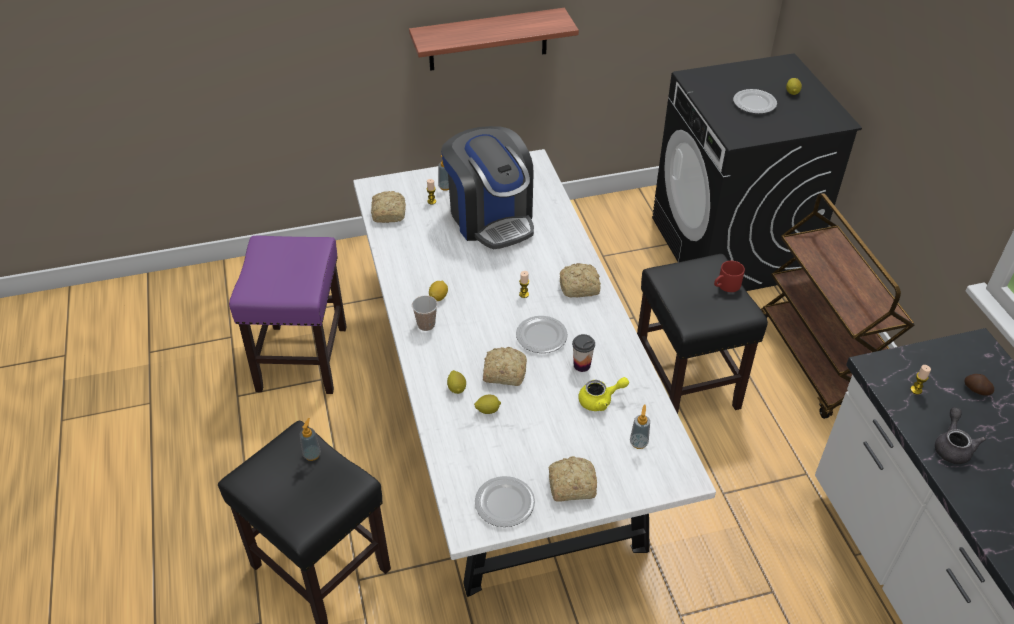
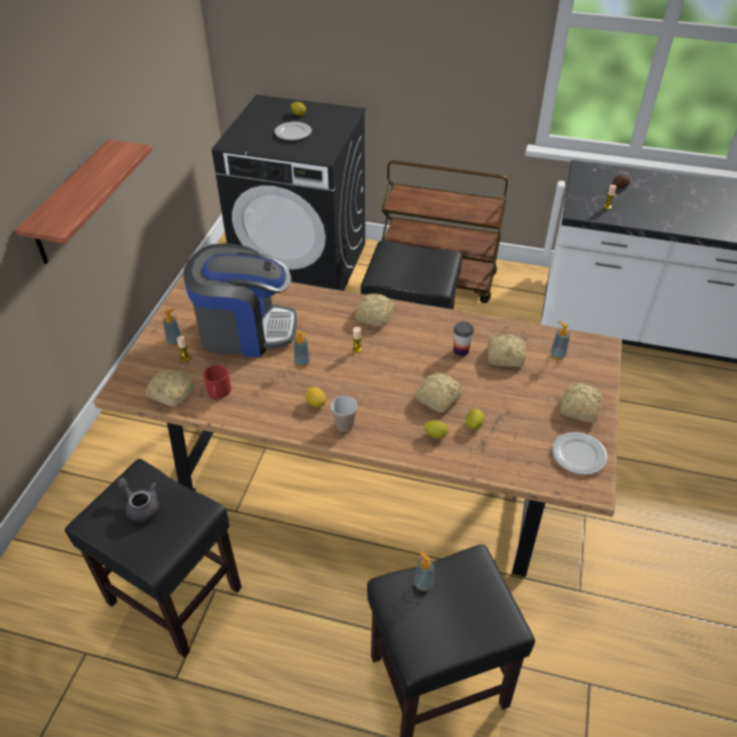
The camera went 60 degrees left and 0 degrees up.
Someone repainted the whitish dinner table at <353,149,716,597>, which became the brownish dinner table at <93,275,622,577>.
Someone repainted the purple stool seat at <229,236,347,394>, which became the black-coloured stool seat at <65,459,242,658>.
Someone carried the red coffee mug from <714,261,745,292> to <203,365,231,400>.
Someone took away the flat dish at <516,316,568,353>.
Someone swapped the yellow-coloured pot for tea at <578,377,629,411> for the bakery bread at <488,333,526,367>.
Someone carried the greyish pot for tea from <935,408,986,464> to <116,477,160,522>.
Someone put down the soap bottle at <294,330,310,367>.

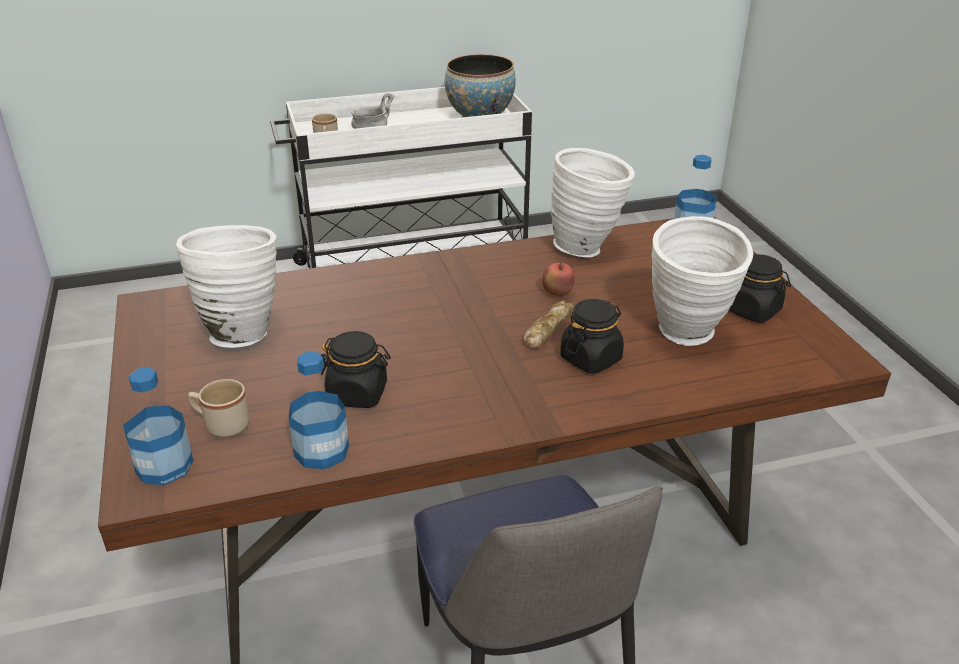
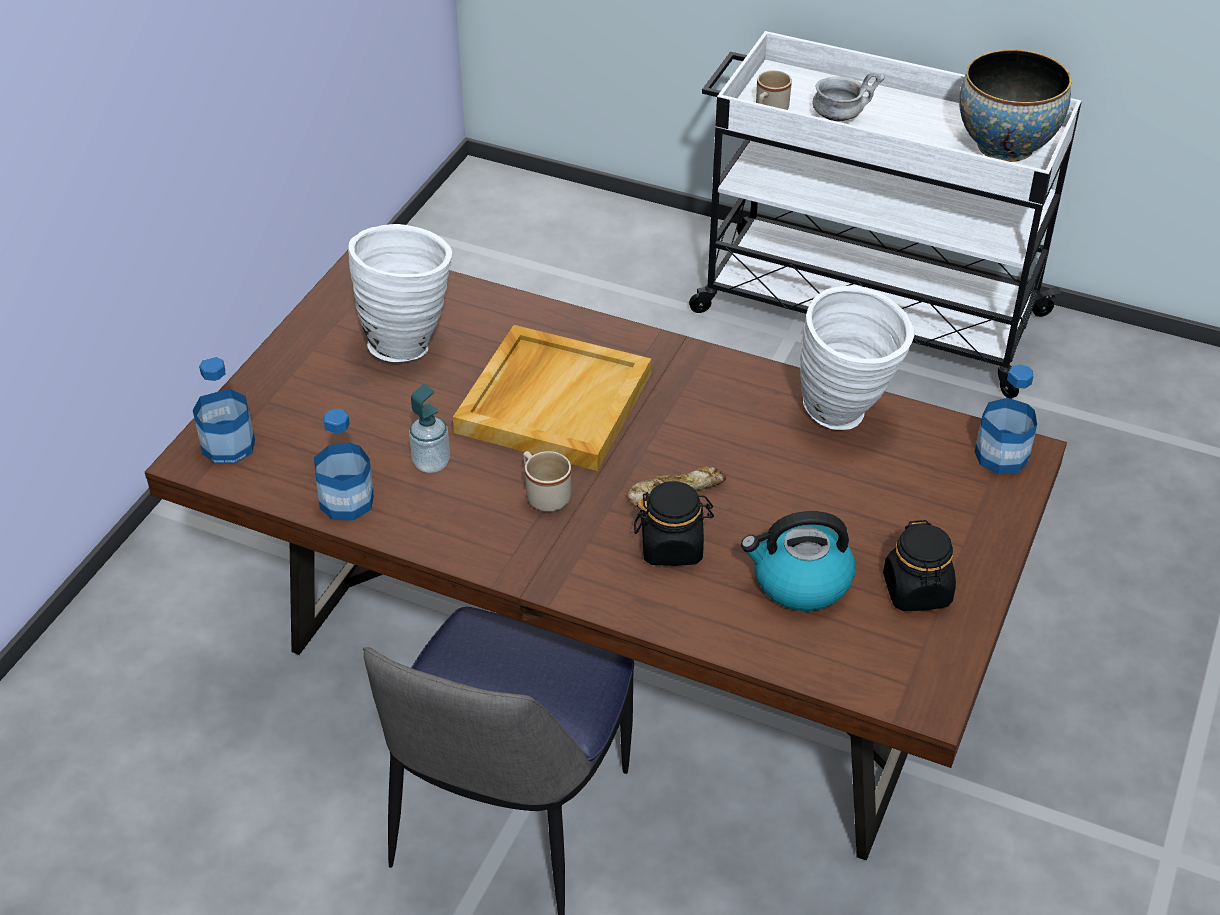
The camera went 40 degrees right and 10 degrees up.
Someone swapped the whitish vase at <652,216,753,346> for the water kettle at <741,511,855,611>.
Someone took away the whole apple at <542,262,575,296>.
Someone swapped the black-coloured storage jar at <321,331,391,408> for the soap bottle at <409,384,450,473>.
Someone carried the sand-coloured coffee mug from <188,379,249,437> to <523,451,571,512>.
Someone put down the sand-coloured serving tray at <453,325,651,471>.

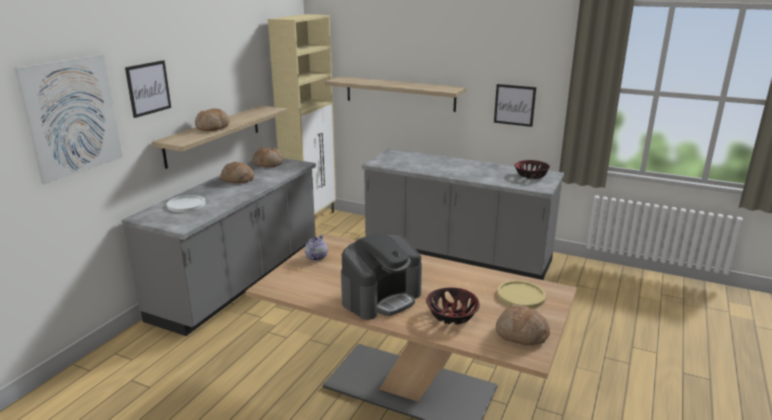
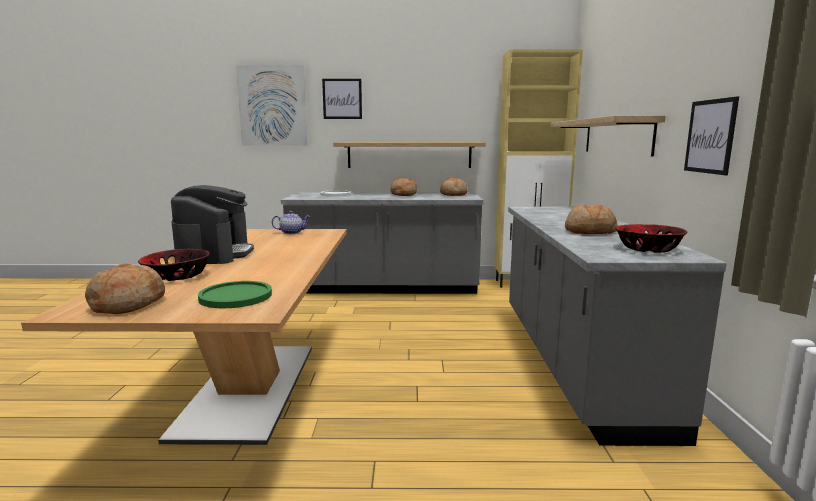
The camera went 65 degrees right and 10 degrees down.
Someone carried the bakery bread from <195,108,230,131> to <565,205,618,234>.
Someone rotated the coffee maker at <341,233,422,320> by 120 degrees counterclockwise.
Someone repainted the yellow-coloured flat dish at <497,280,546,308>, which became the green-coloured flat dish at <198,281,272,308>.

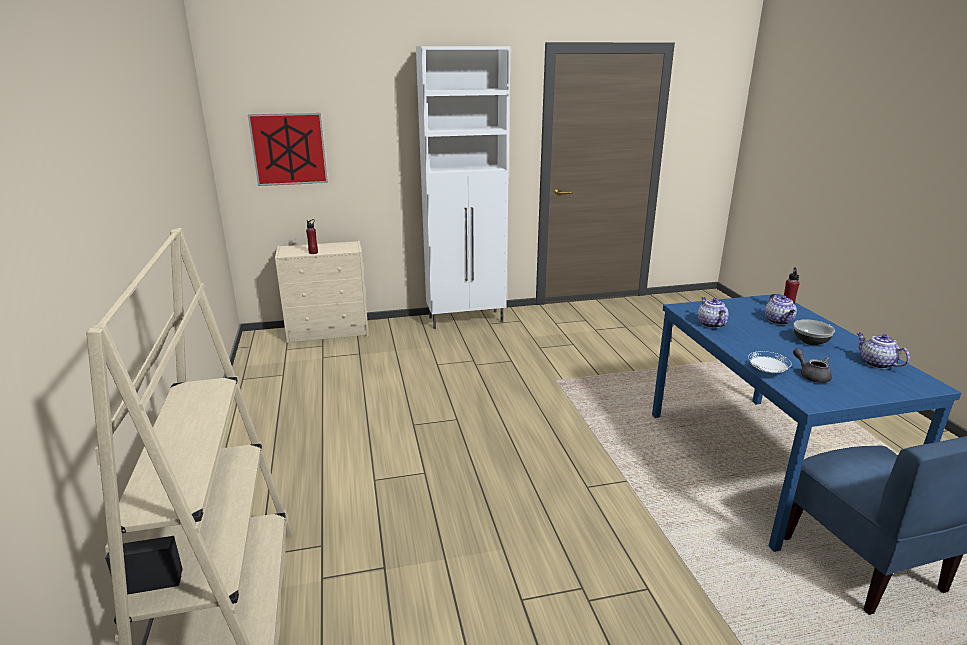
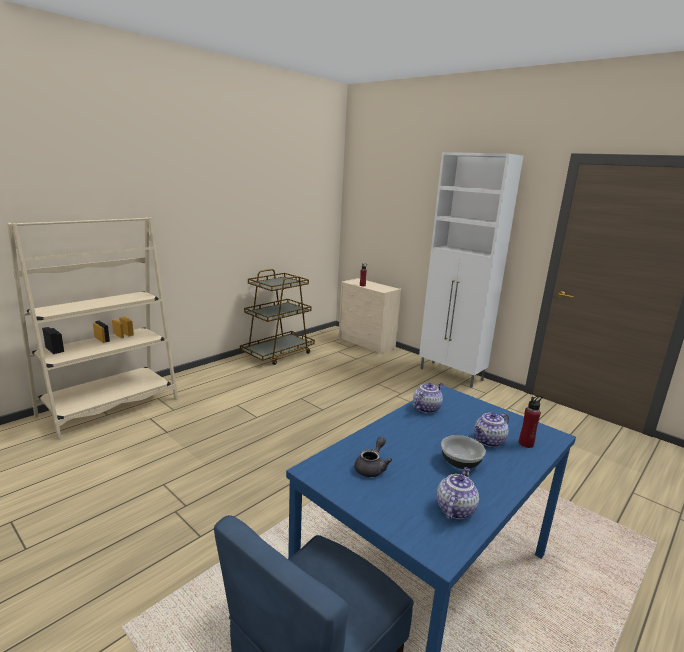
The camera went 55 degrees right and 5 degrees down.
Someone took away the wall art at <248,113,328,186>.
Someone took away the whitish flat dish at <748,351,791,373>.
Someone put down the brownish trolley at <240,269,315,365>.

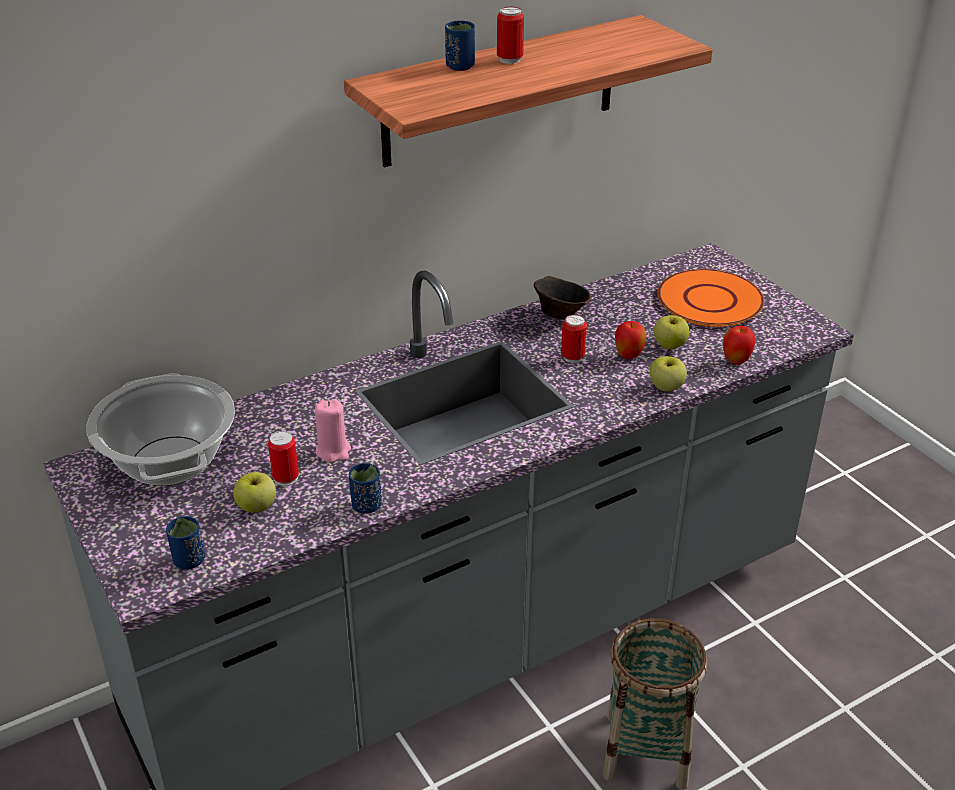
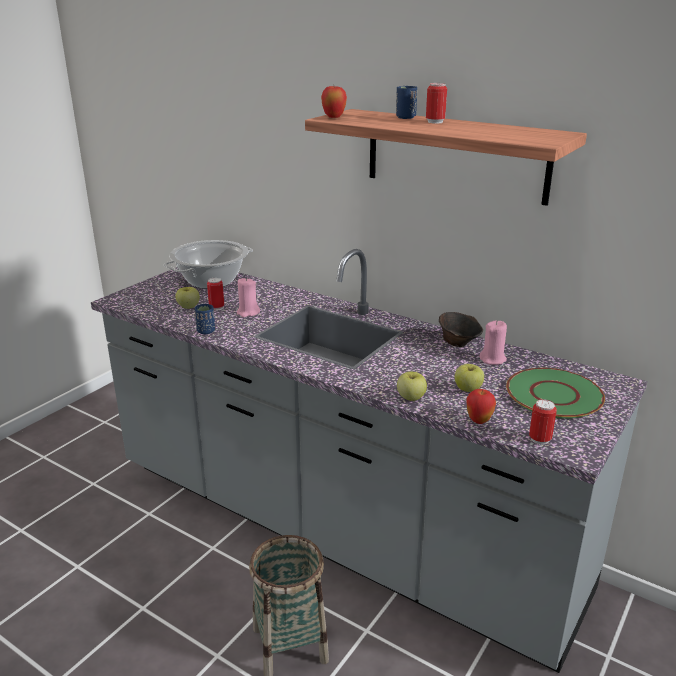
The camera went 65 degrees right and 10 degrees down.
Someone repainted the orange flat dish at <657,269,764,327>, which became the green-coloured flat dish at <506,368,605,419>.
Someone carried the metal can from <561,315,587,363> to <529,399,557,445>.
Someone carried the whole apple from <615,321,647,359> to <321,86,347,118>.
Someone took away the blue cup at <166,516,205,569>.
Someone put down the pinkish wax candle at <479,321,507,365>.

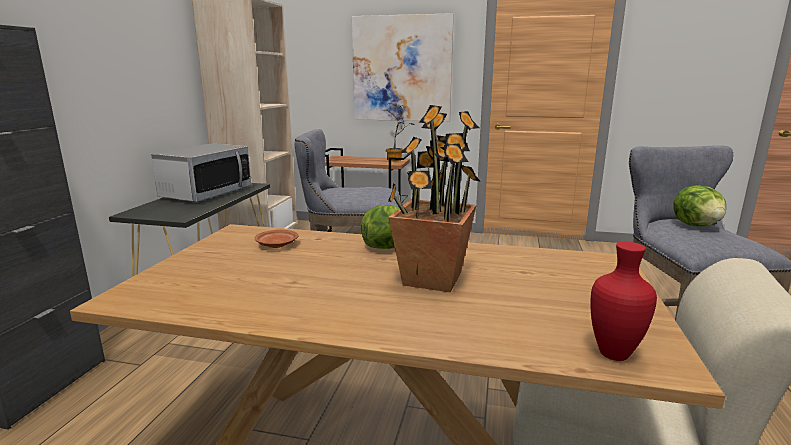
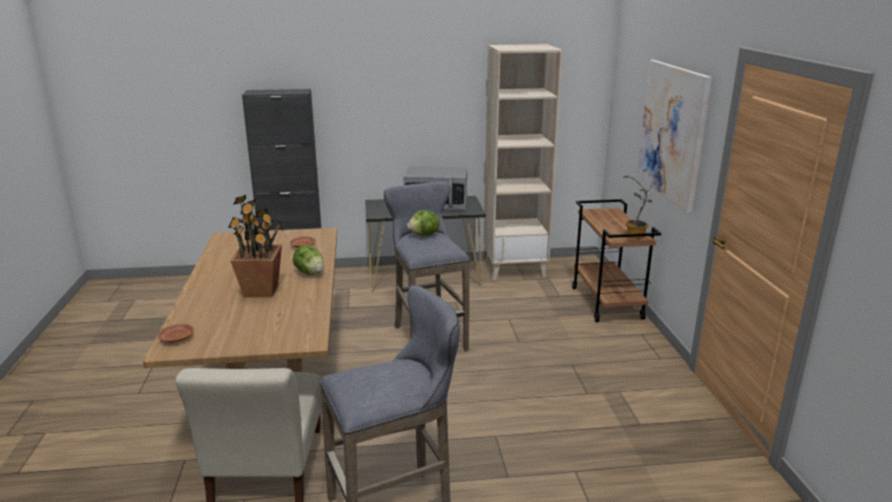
The camera went 70 degrees right and 5 degrees up.
Someone carried the head of lettuce from <673,185,726,227> to <407,210,439,236>.
Someone swapped the red vase at <591,242,657,361> for the brownish flat dish at <158,324,194,343>.

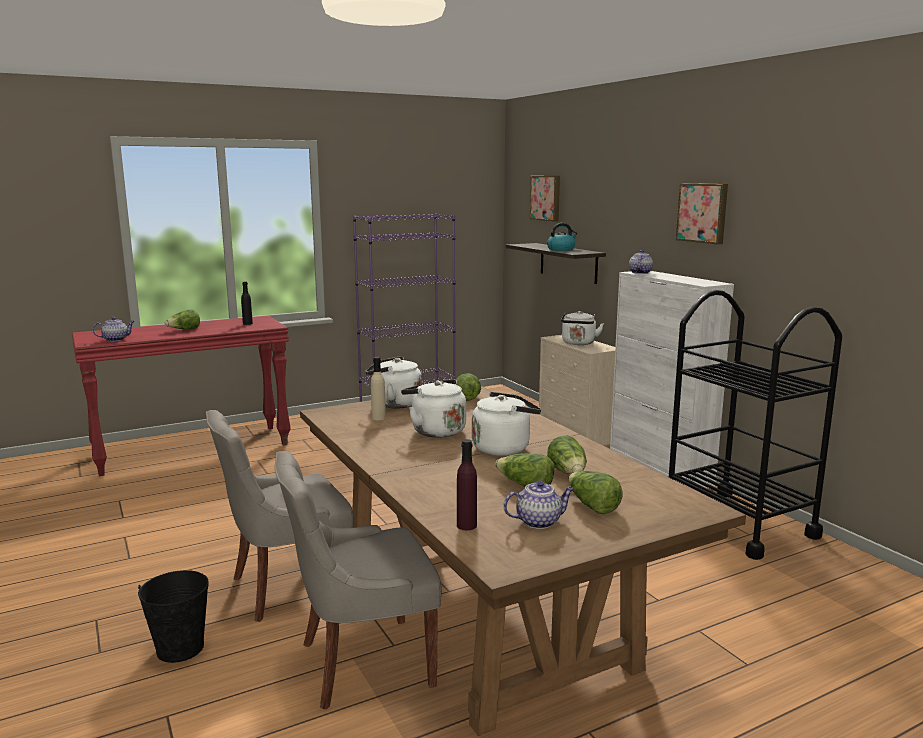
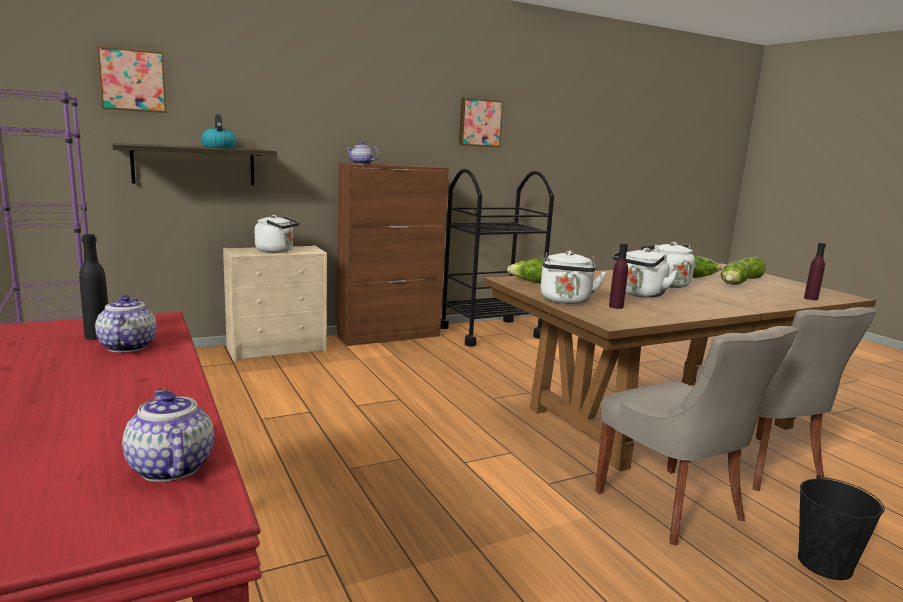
The camera went 90 degrees left and 0 degrees up.
Someone carried the wall art from <676,183,728,245> to <459,97,504,147>.
Someone repainted the whitish cabinet at <610,271,734,489>, which became the brownish cabinet at <337,163,449,346>.
Someone took away the head of lettuce at <165,309,200,329>.
Someone repainted the sand-coloured bottle at <371,357,386,420>, which became the purple bottle at <609,243,628,309>.
Someone carried the pot for tea from <503,480,574,529> to <95,295,157,352>.

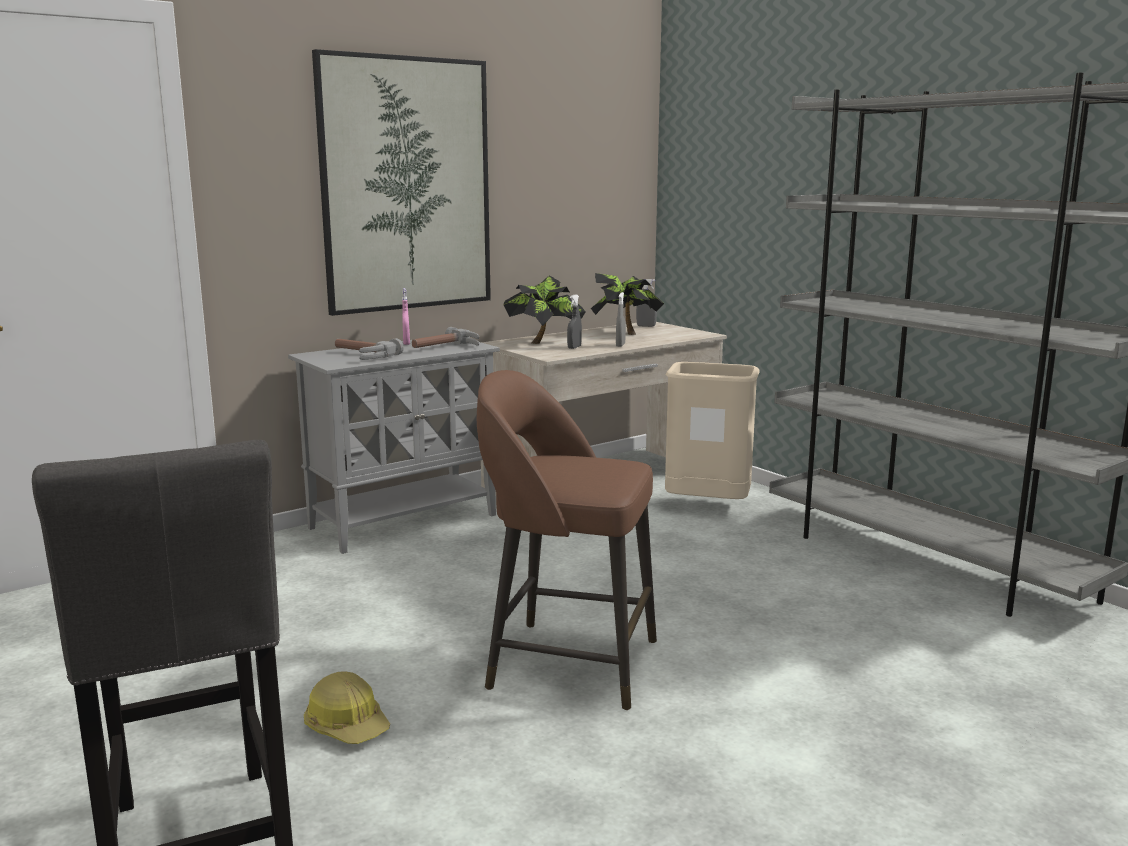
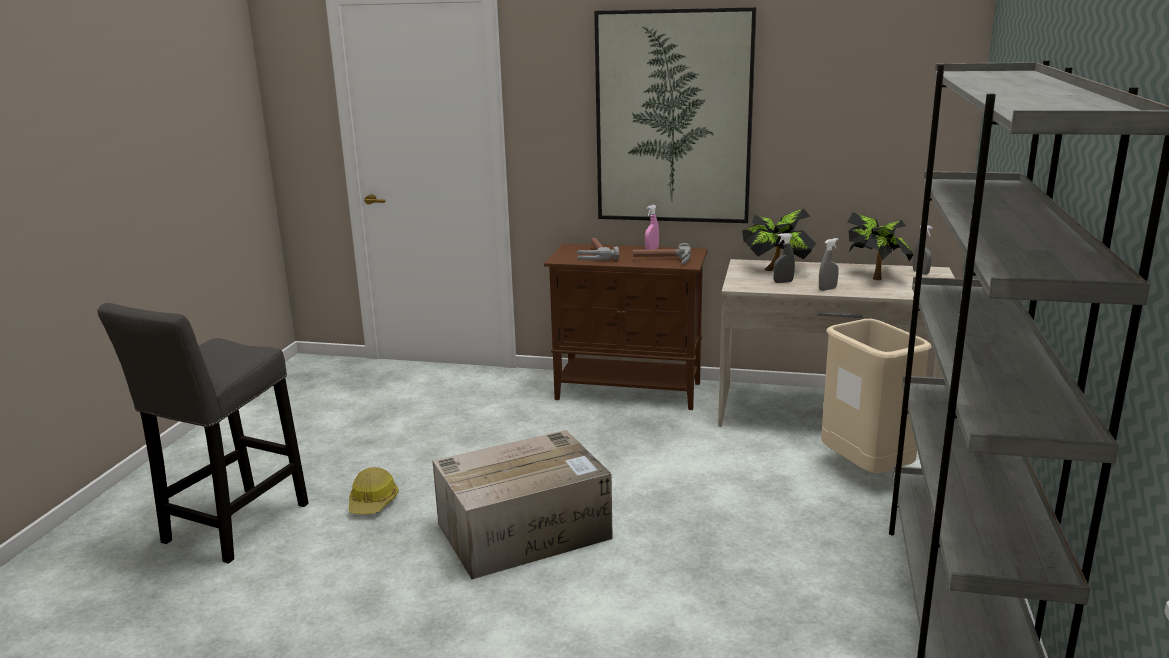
The camera went 50 degrees right and 5 degrees up.
Someone repainted the greyish cabinet at <288,340,500,554>, which became the brownish cabinet at <544,244,708,410>.
Someone swapped the brownish stool seat at <477,370,657,710> for the carton at <433,430,613,580>.

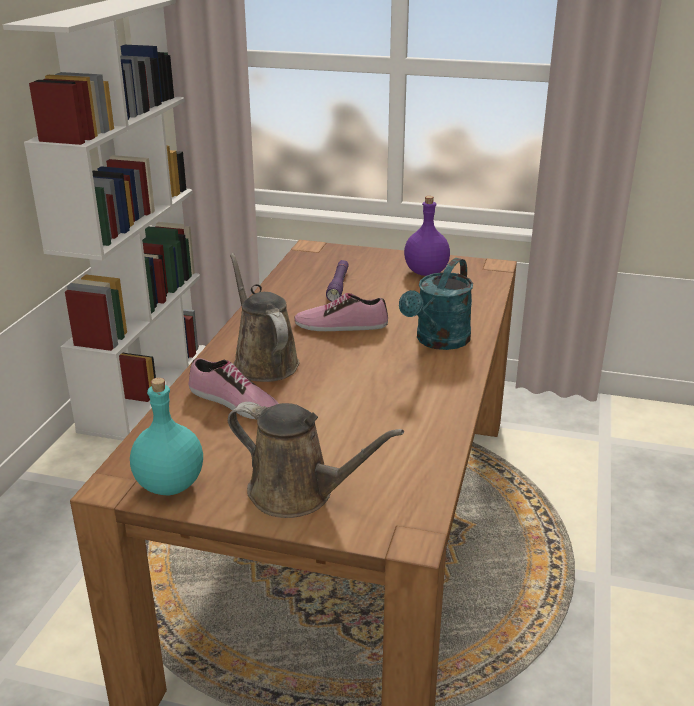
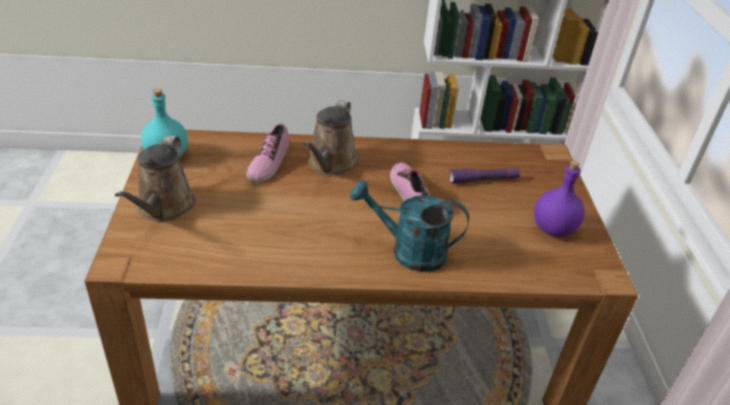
The camera went 70 degrees right and 10 degrees up.
Someone rotated the brownish watering pot at <230,253,299,382> by 150 degrees clockwise.

